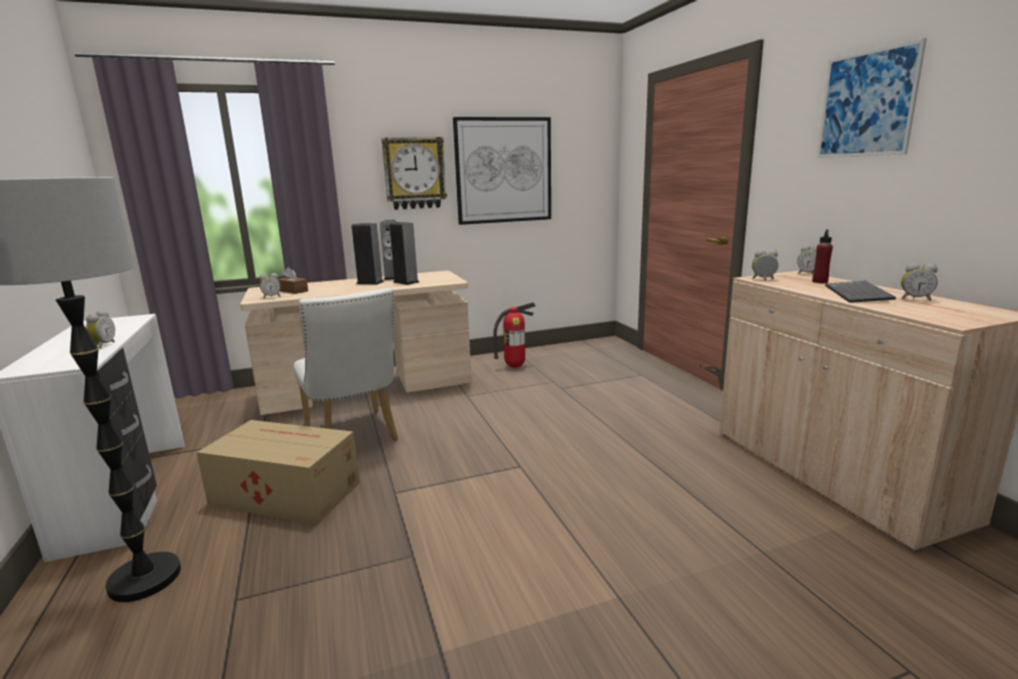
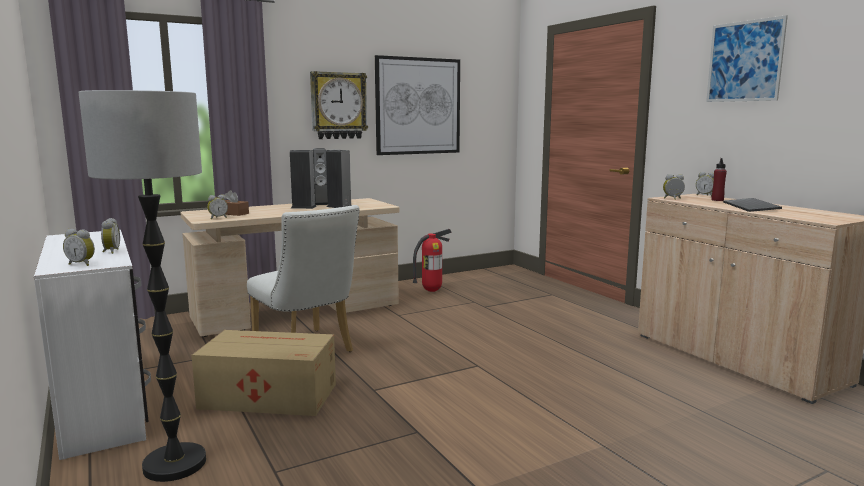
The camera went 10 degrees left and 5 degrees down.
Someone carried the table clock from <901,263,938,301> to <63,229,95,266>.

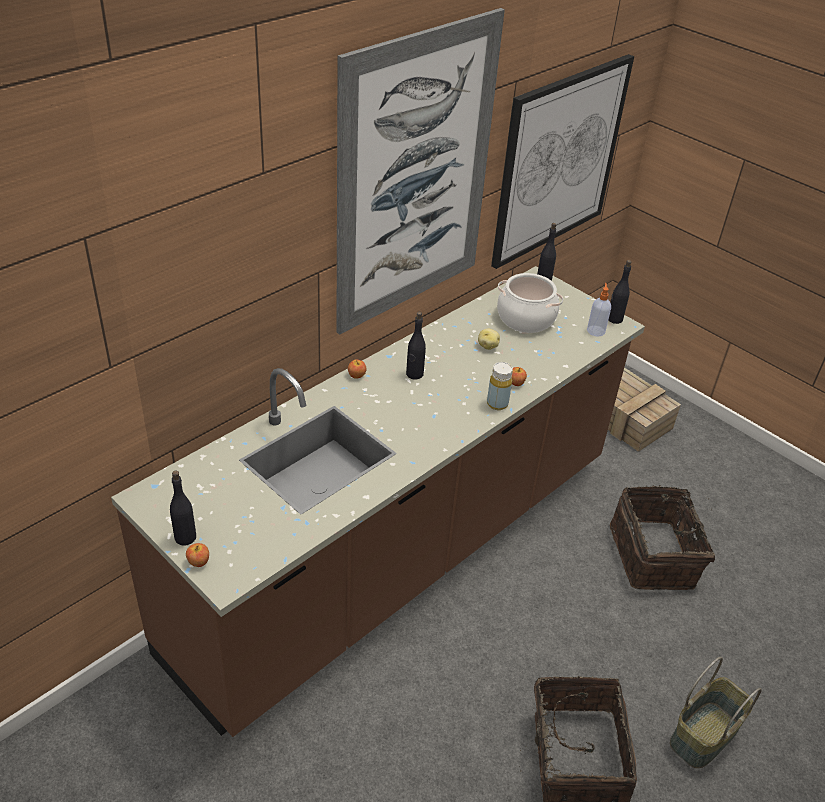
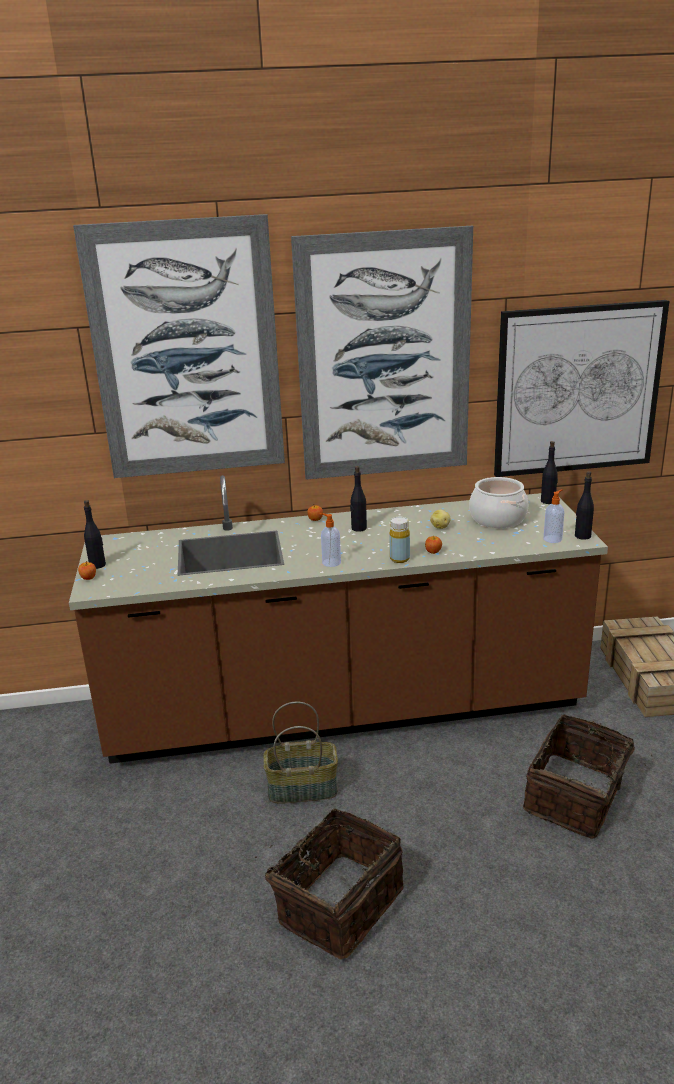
The camera went 40 degrees right and 15 degrees down.
Someone carried the household basket from <670,657,762,768> to <264,701,338,804>.
Someone put up the wall art at <73,214,285,478>.
Someone put down the soap bottle at <320,513,341,567>.

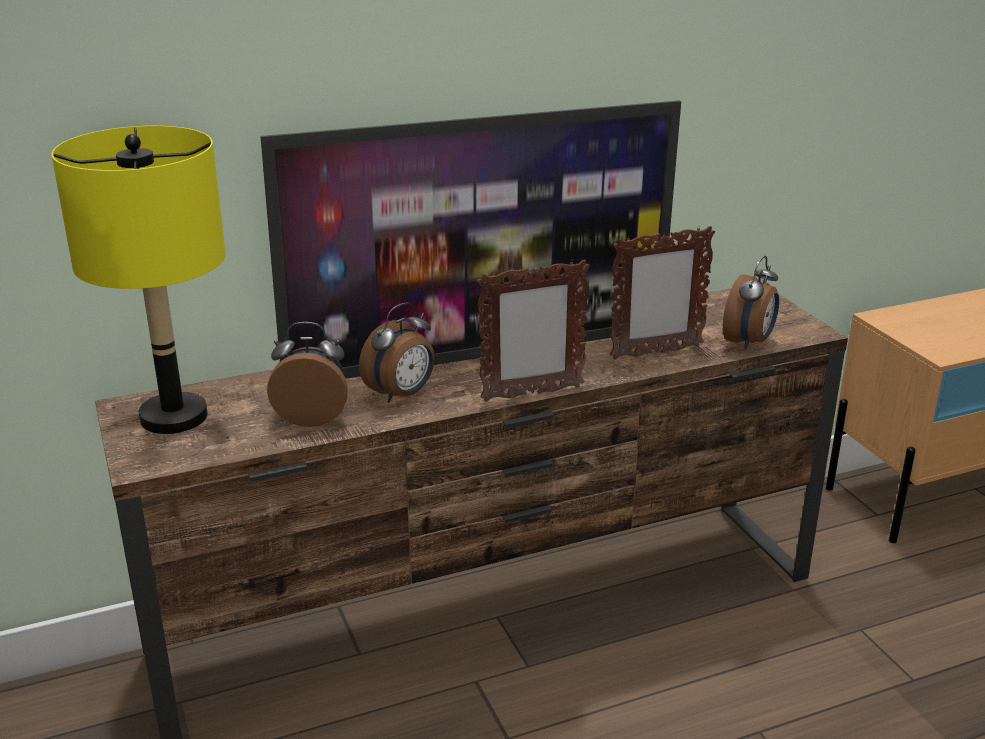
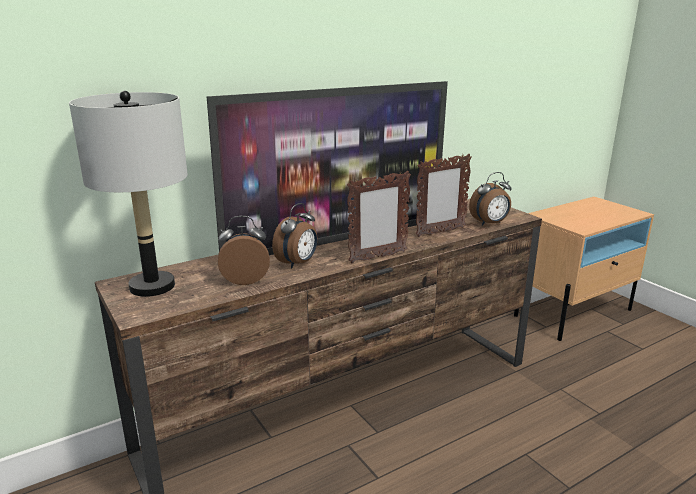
The camera went 10 degrees left and 5 degrees down.
Someone repainted the yellow-coloured lamp for a table at <51,126,226,434>, which became the greyish lamp for a table at <69,91,188,297>.
Someone rotated the table clock at <723,256,779,350> by 45 degrees clockwise.

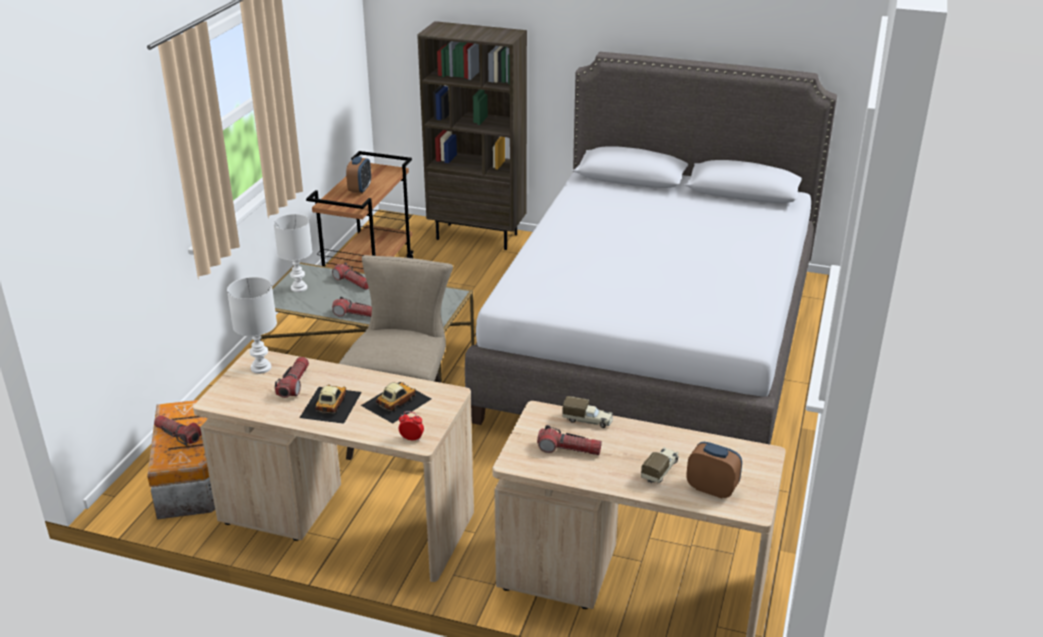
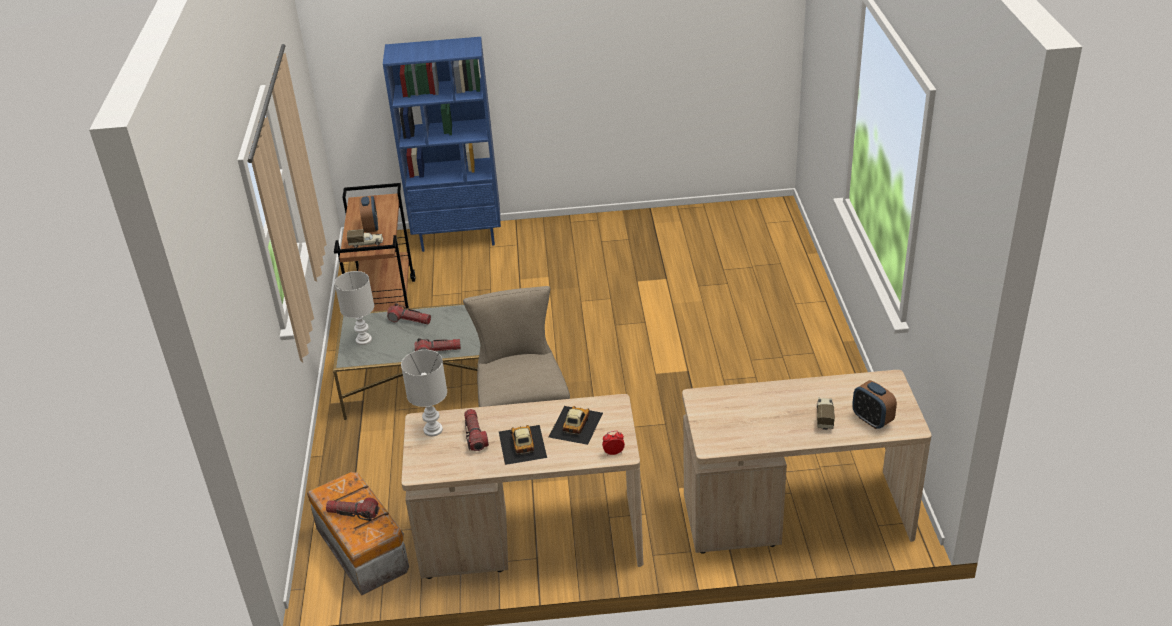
The camera went 20 degrees left and 5 degrees up.
Someone repainted the brownish bookshelf at <417,21,527,250>, which became the blue bookshelf at <383,37,501,252>.
Someone took away the greyish bedroom bed at <465,52,837,444>.
Someone carried the toy truck from <563,396,613,428> to <347,229,383,248>.
Someone took away the flashlight at <537,425,602,455>.
Someone rotated the table clock at <686,442,742,498> by 135 degrees counterclockwise.

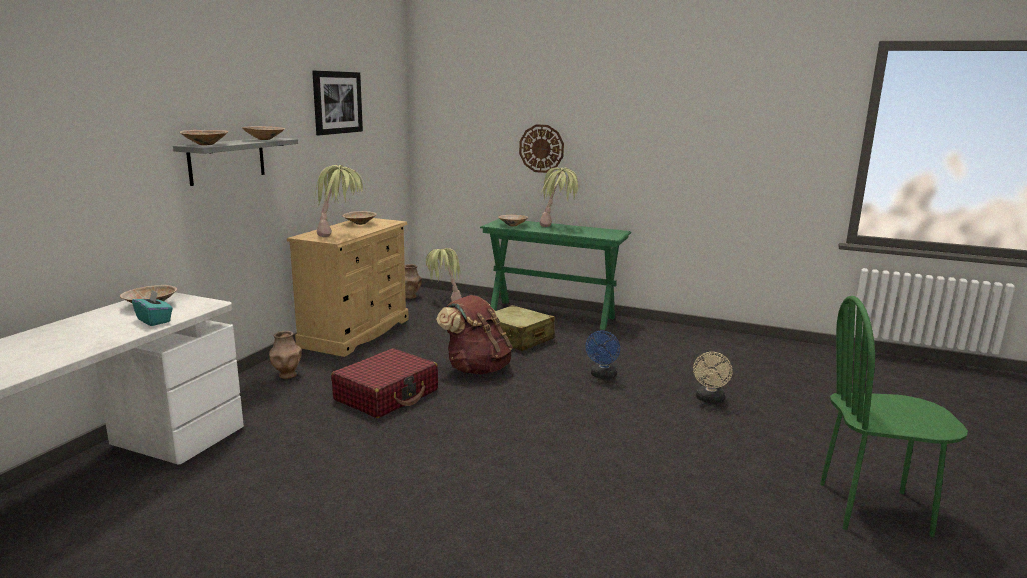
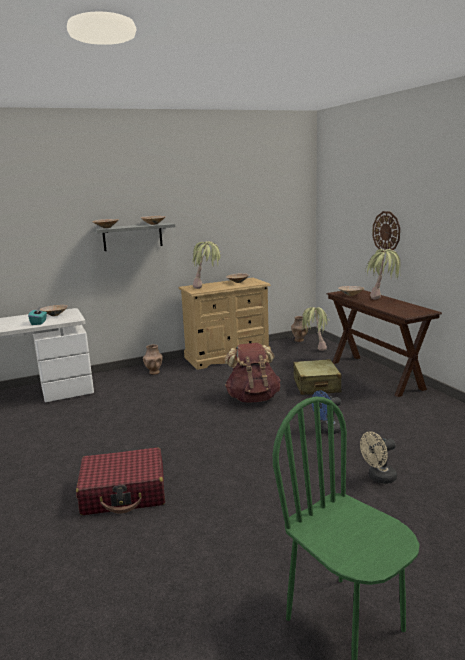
The camera went 45 degrees right and 0 degrees up.
Someone took away the wall art at <312,70,363,135>.
Someone repainted the green-coloured narrow table at <480,218,631,330>, which became the brownish narrow table at <327,290,442,397>.
Someone carried the red travel case from <331,349,438,418> to <76,447,165,515>.

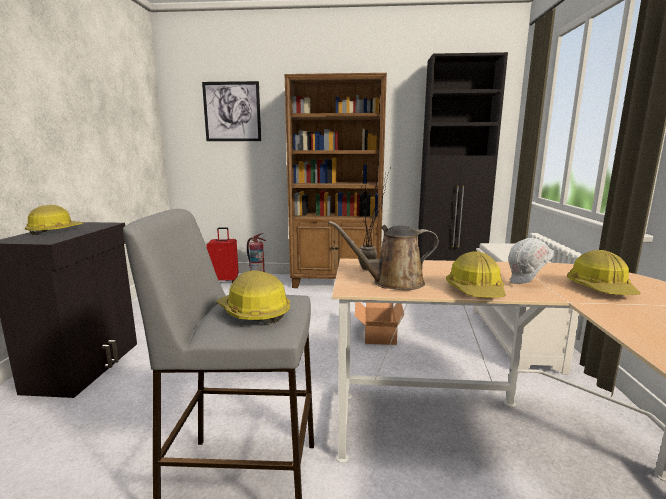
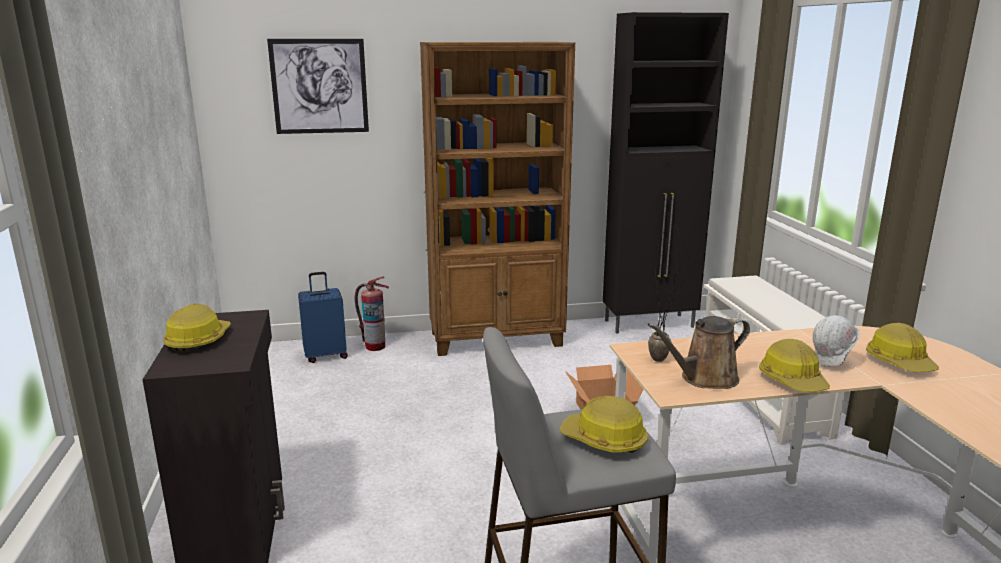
The camera went 15 degrees left and 5 degrees up.
Someone repainted the red travel case at <207,227,239,283>, which became the blue travel case at <298,272,348,363>.

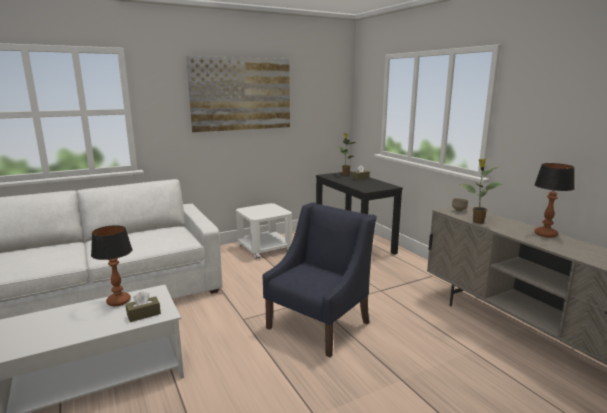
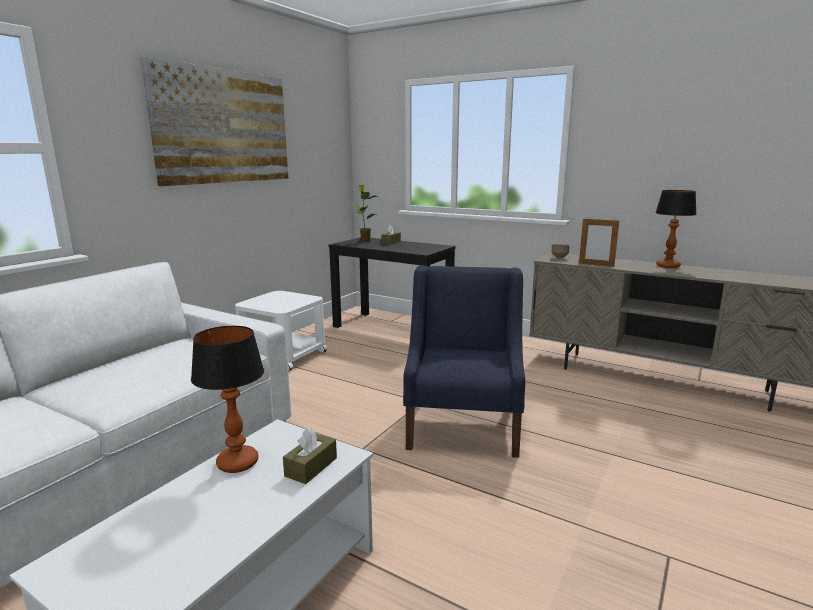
The camera went 30 degrees left and 0 degrees up.
Someone swapped the houseplant at <460,159,503,224> for the standing frame at <579,218,619,267>.

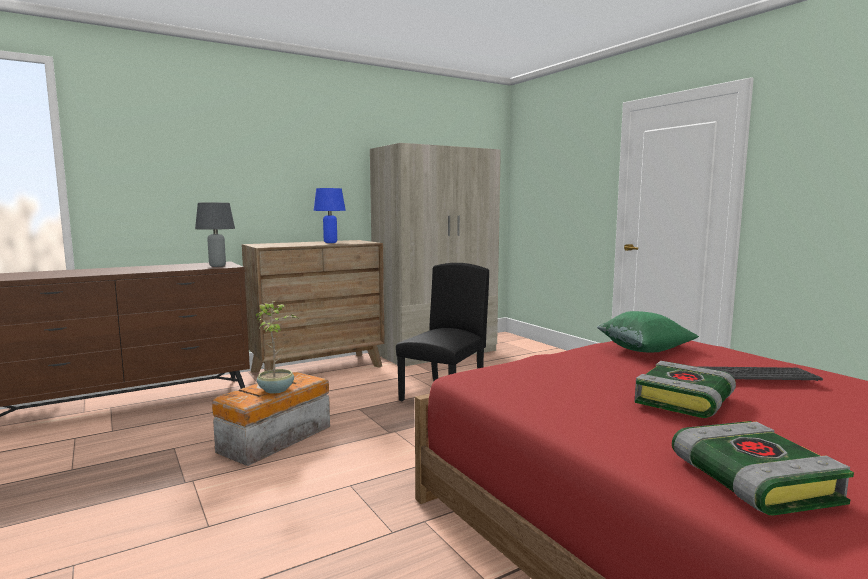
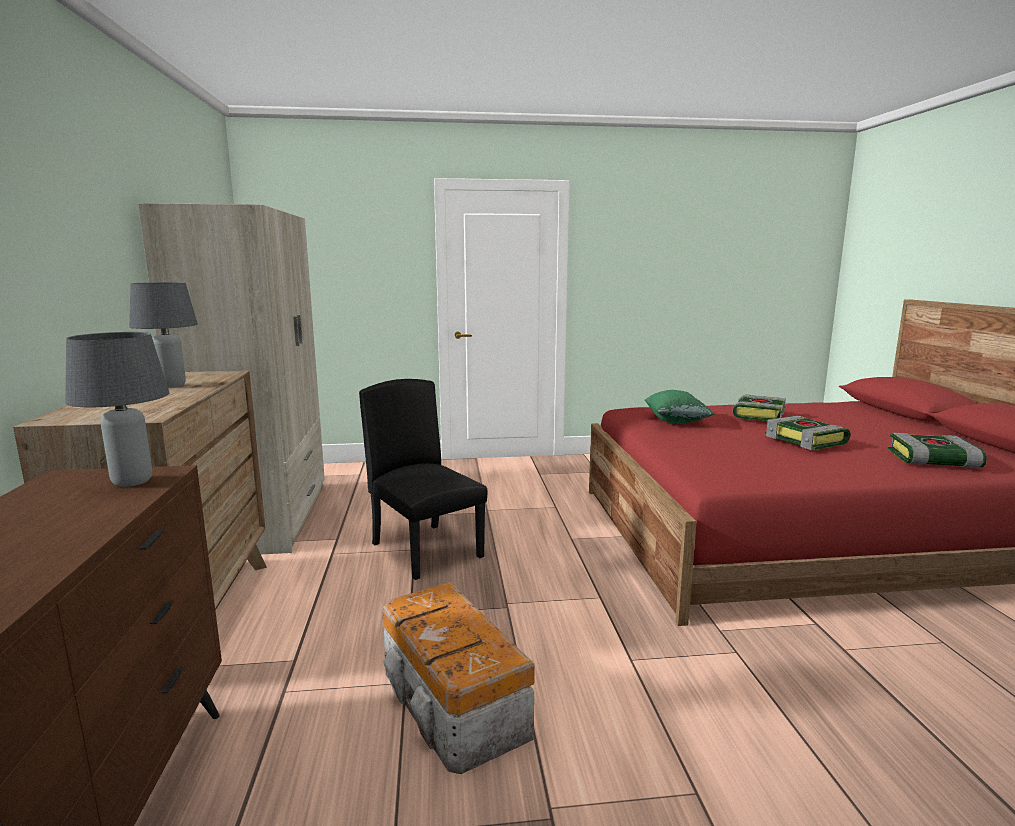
The camera went 65 degrees left and 5 degrees up.
Someone repainted the blue lamp for a table at <314,188,346,243>, which became the greyish lamp for a table at <129,282,198,388>.
Someone took away the houseplant at <256,301,298,394>.
Someone swapped the PC keyboard at <701,367,823,381> for the bound book at <732,394,786,421>.

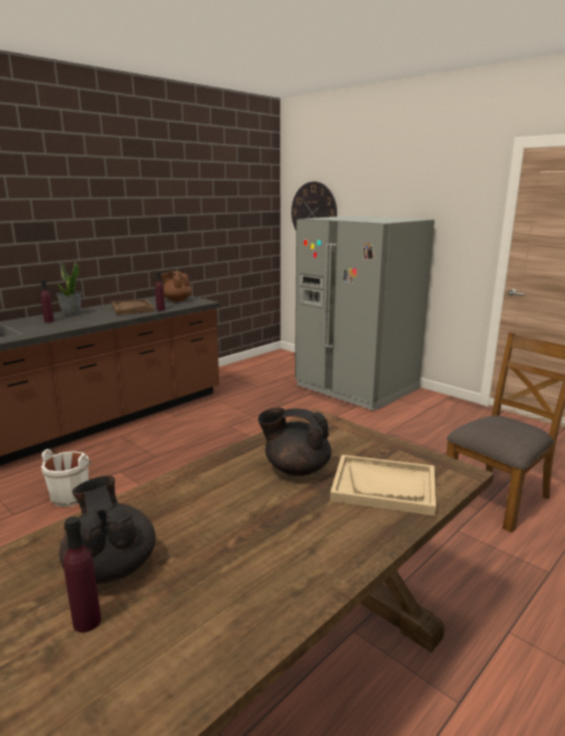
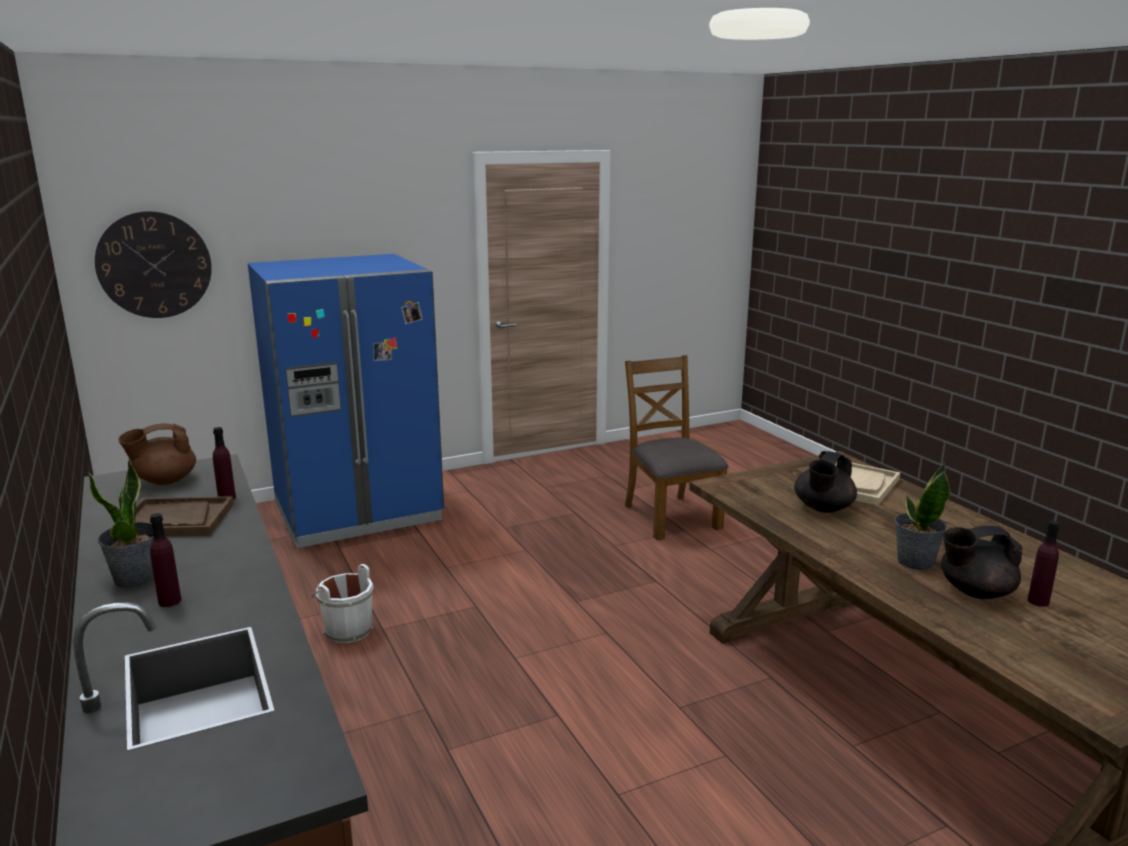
The camera went 70 degrees left and 0 degrees up.
Someone repainted the greyish refrigerator at <295,216,435,410>, which became the blue refrigerator at <248,254,444,548>.
Someone carried the whitish bucket from <41,449,93,507> to <312,564,373,643>.
Someone put down the houseplant at <895,462,951,570>.

